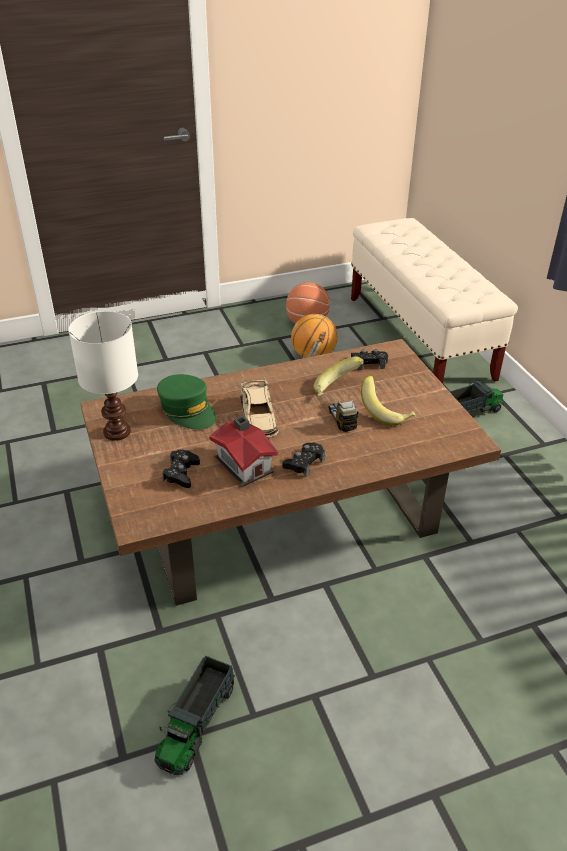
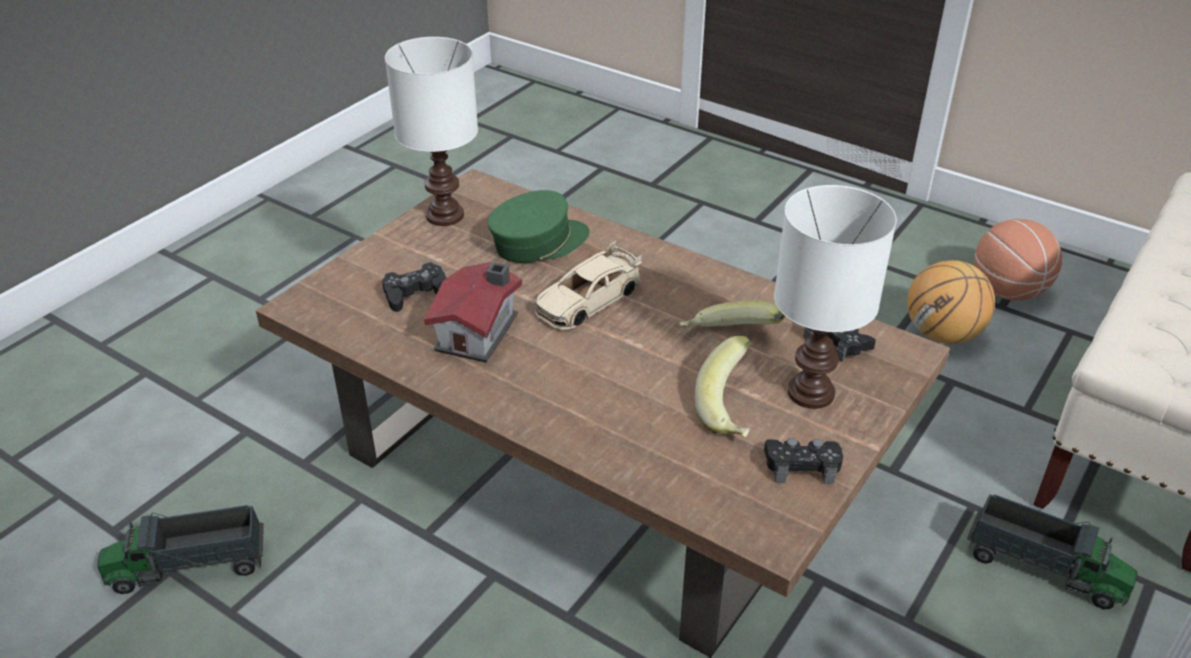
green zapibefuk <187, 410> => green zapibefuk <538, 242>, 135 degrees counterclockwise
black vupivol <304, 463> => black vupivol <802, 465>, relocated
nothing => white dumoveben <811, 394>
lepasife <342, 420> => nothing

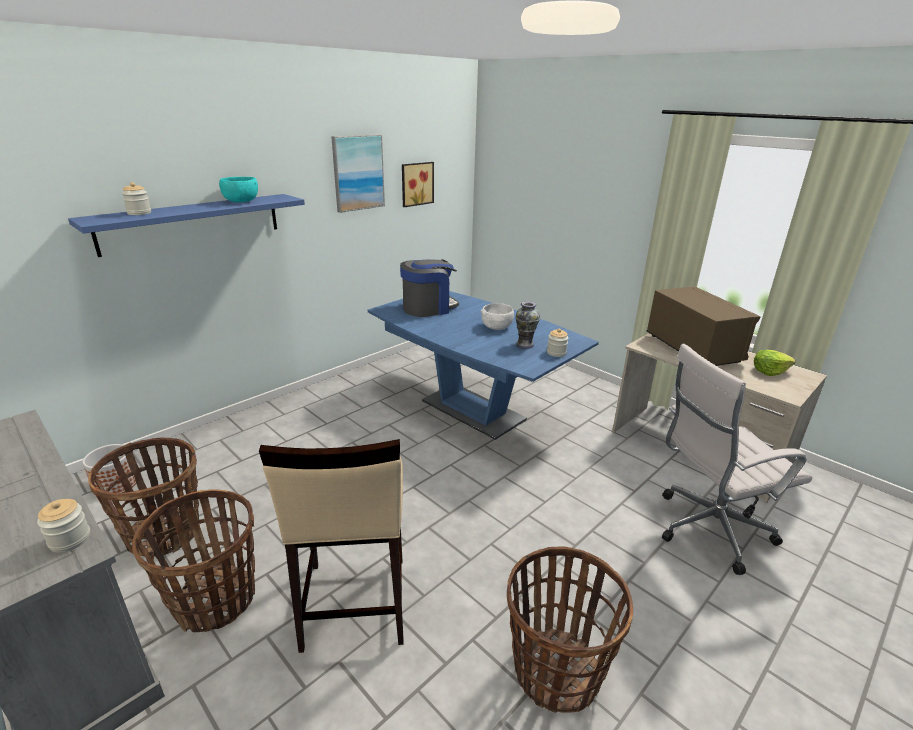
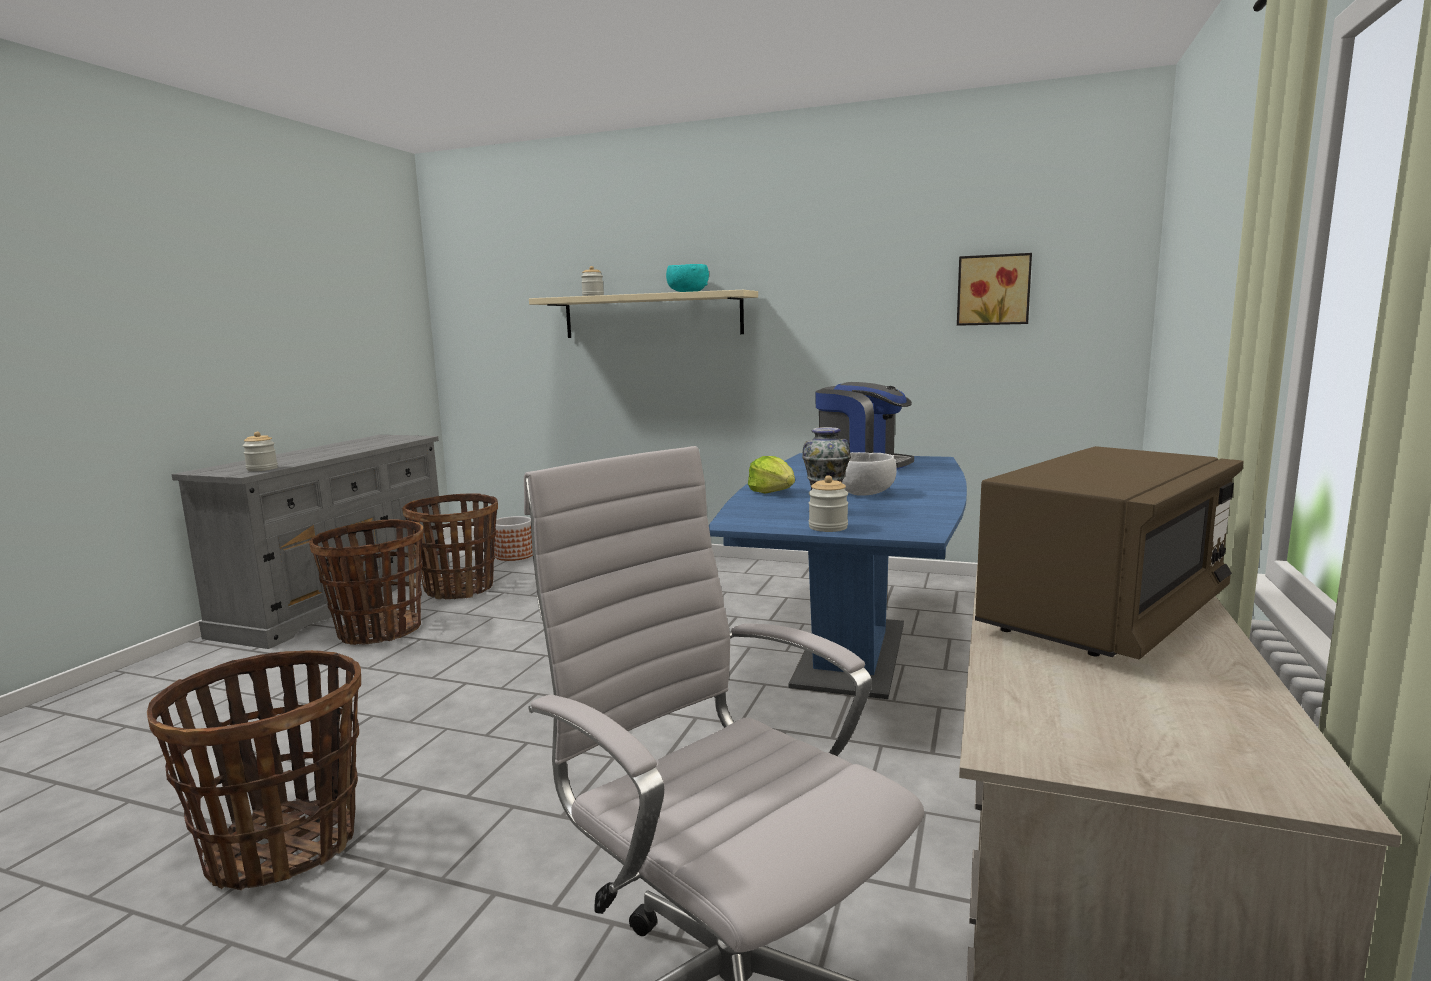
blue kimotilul <192, 223> => beige kimotilul <651, 315>
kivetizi <769, 371> => kivetizi <772, 492>, relocated
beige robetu <354, 603> => nothing
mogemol <358, 173> => nothing

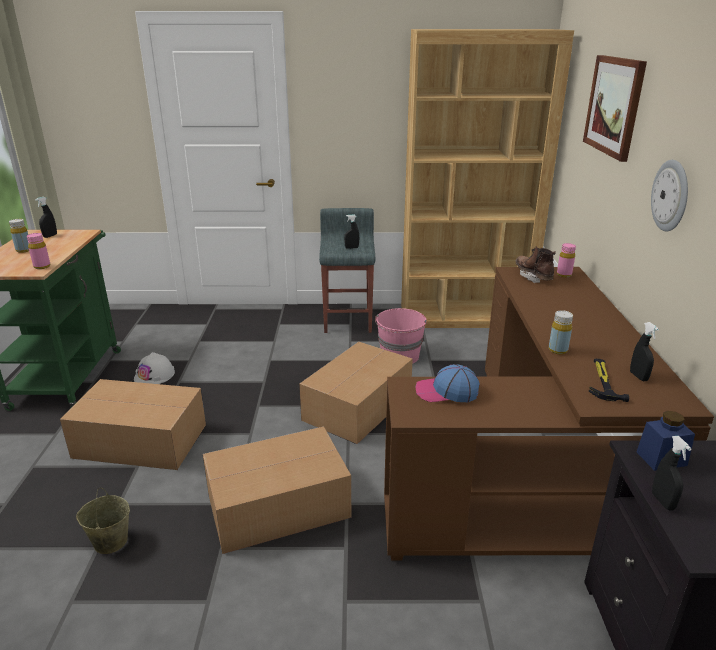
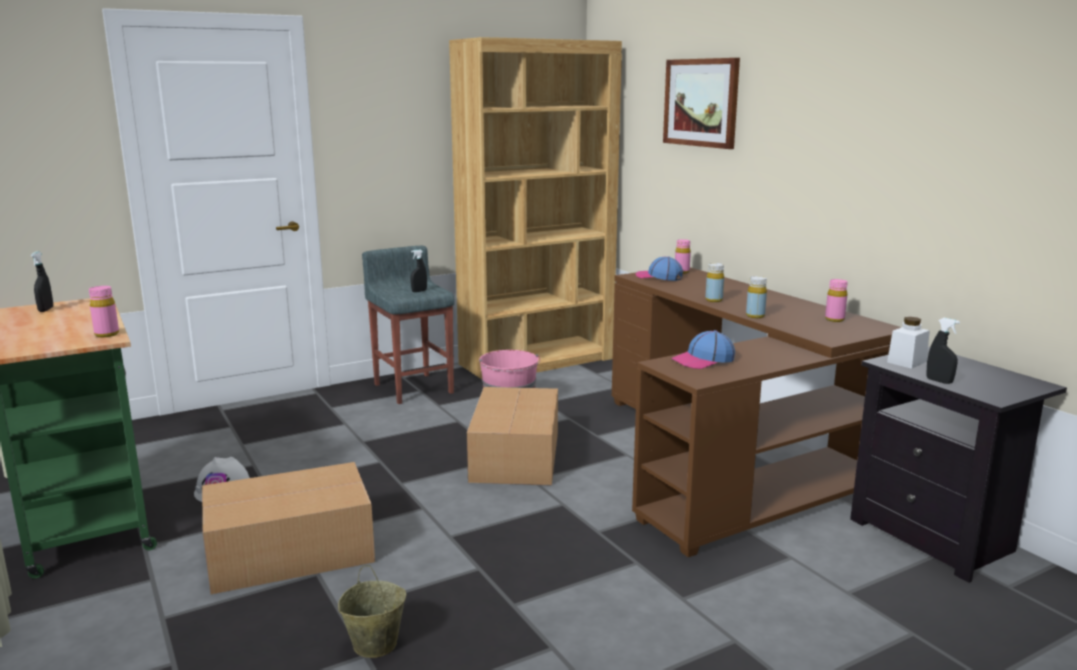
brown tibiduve <533, 277> => zapibefuk <658, 277>
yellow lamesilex <24, 250> => yellow lamesilex <714, 300>, relocated
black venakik <638, 376> => pink lamesilex <834, 319>
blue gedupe <661, 458> => white gedupe <906, 362>
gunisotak <280, 506> => nothing
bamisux <603, 381> => nothing
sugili <671, 196> => nothing

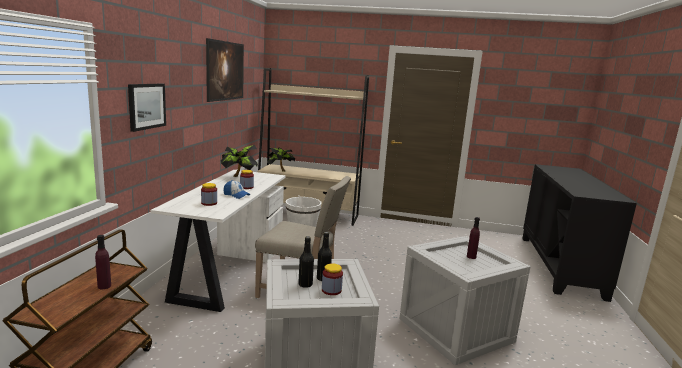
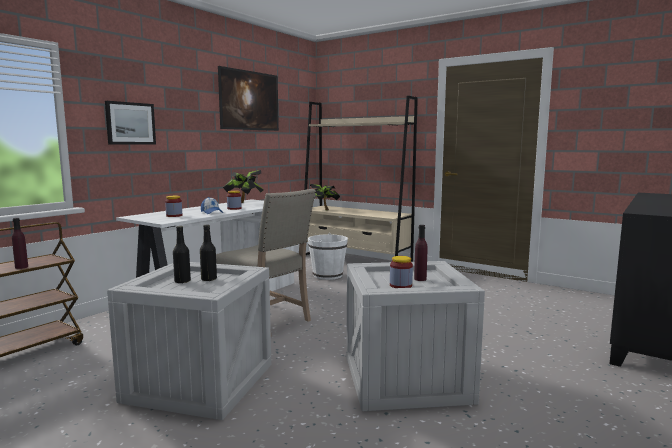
gedupe <331, 290> => gedupe <400, 285>, relocated

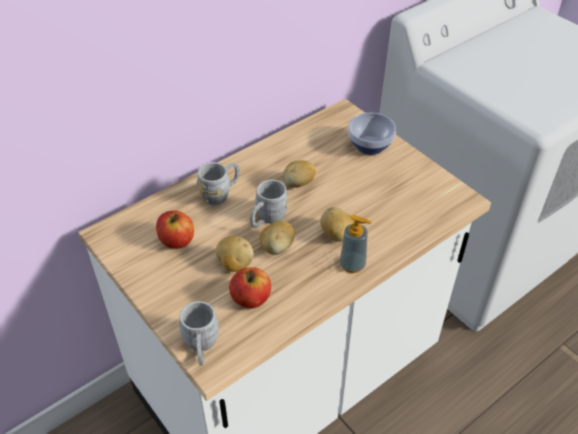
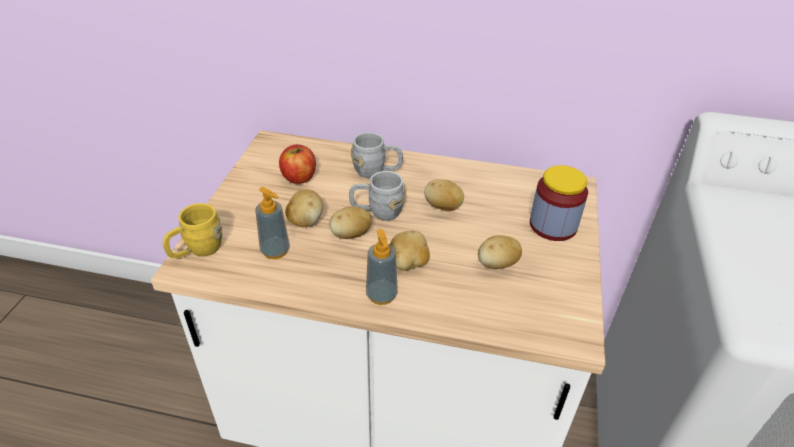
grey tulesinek <201, 347> => yellow tulesinek <197, 251>
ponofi <251, 298> => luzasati <275, 251>
nothing => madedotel <497, 265>
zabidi <368, 146> => gedupe <553, 225>

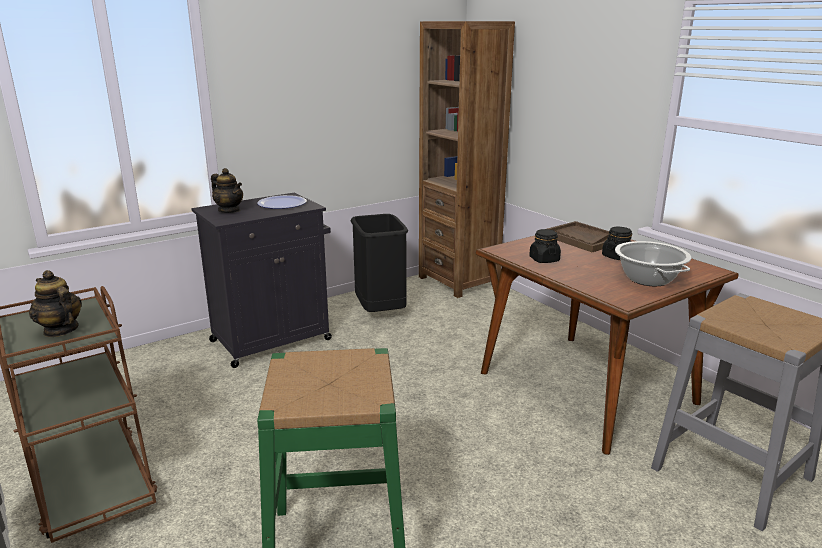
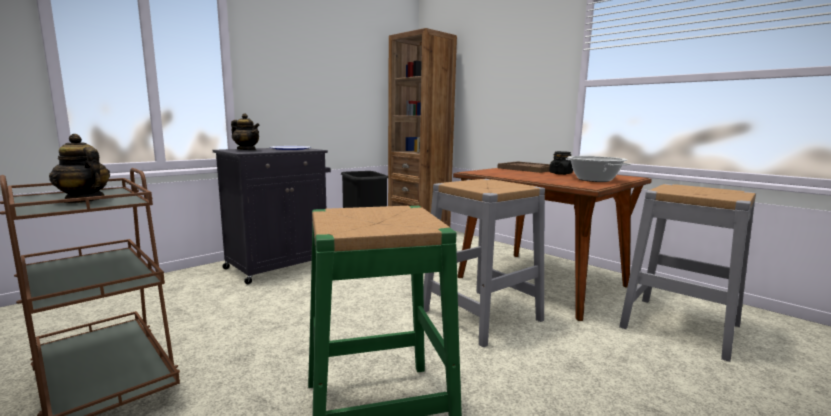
nothing => grey robetu <481, 315>
black gedupe <544, 259> => nothing

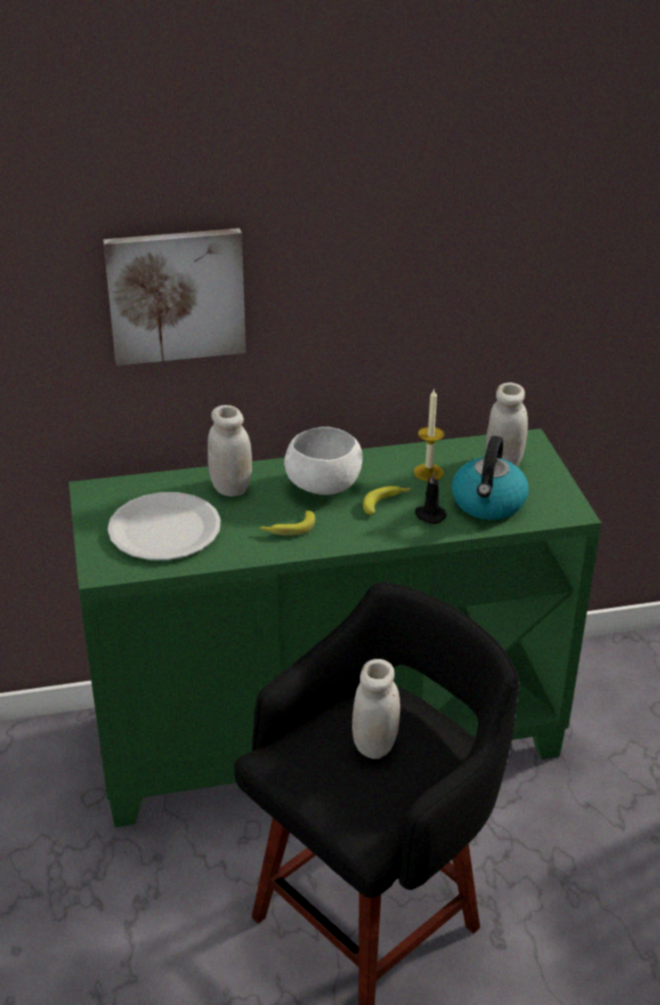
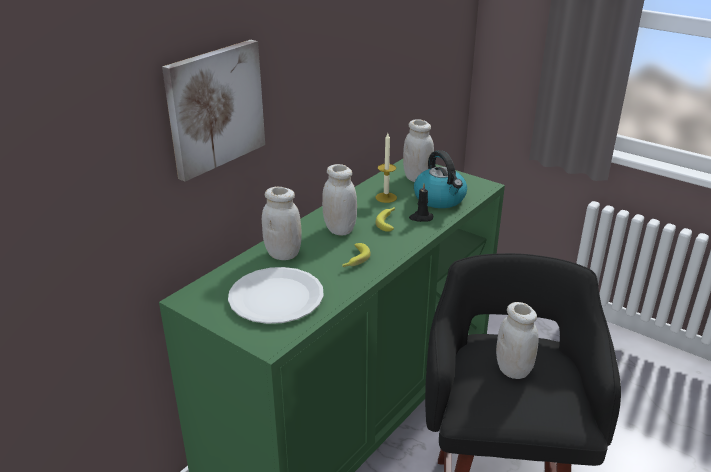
white zabidi <322, 487> => white gedupe <339, 229>

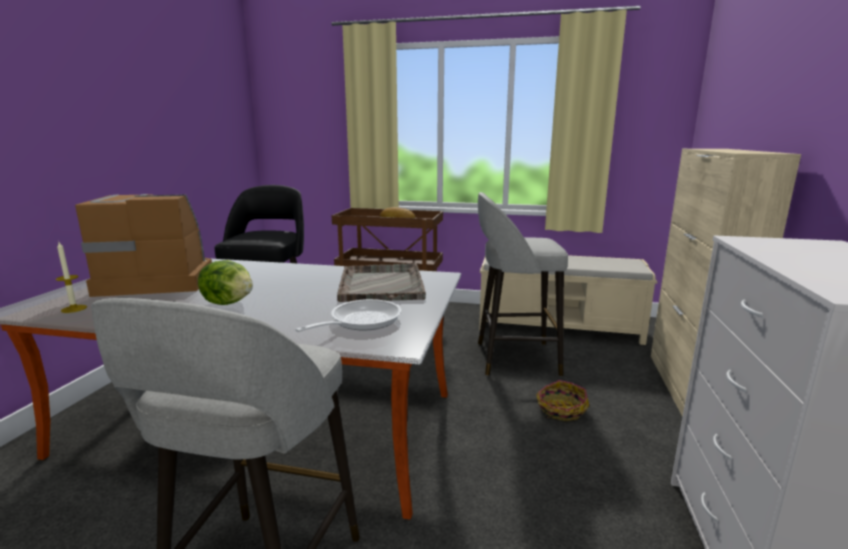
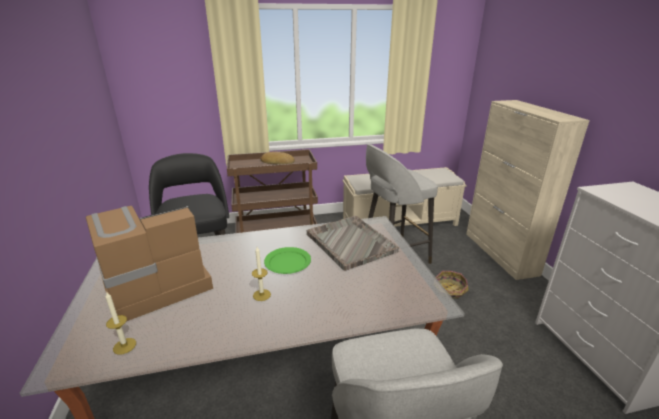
kivetizi <229, 302> => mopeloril <261, 295>
nothing => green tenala <288, 262>
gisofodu <360, 321> => nothing

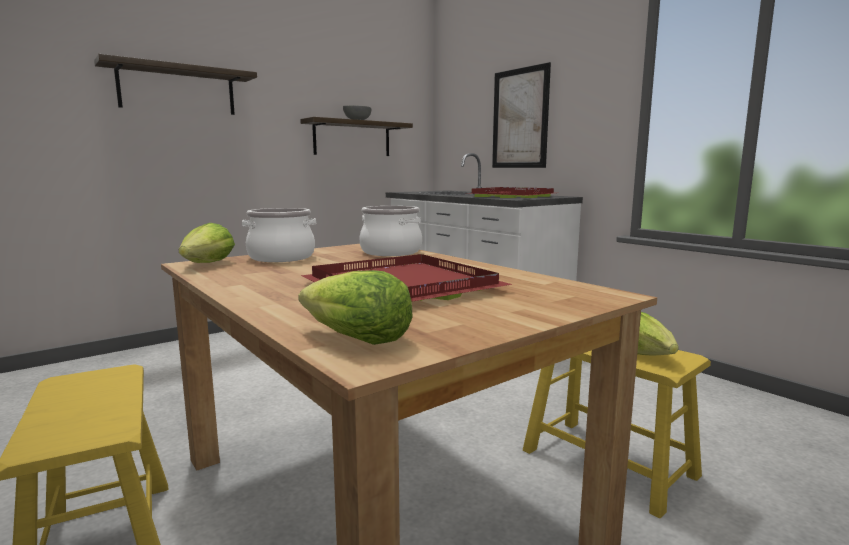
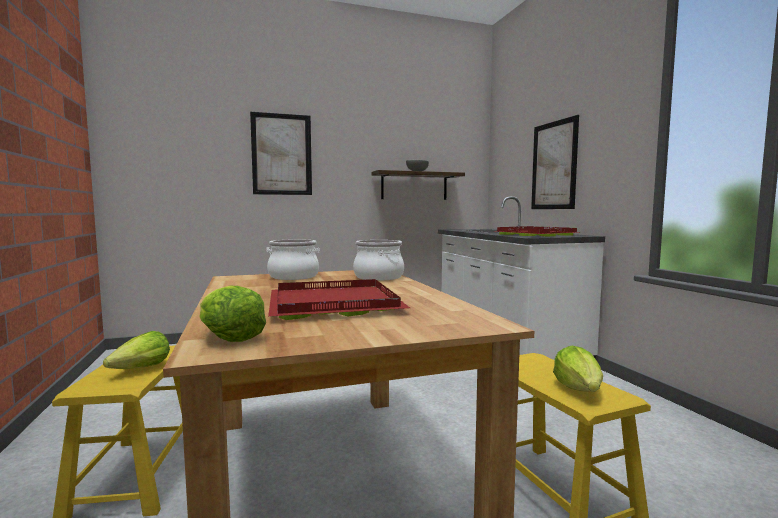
kivetizi <208, 264> => kivetizi <142, 369>, relocated
kimotilul <178, 90> => mogemol <281, 154>

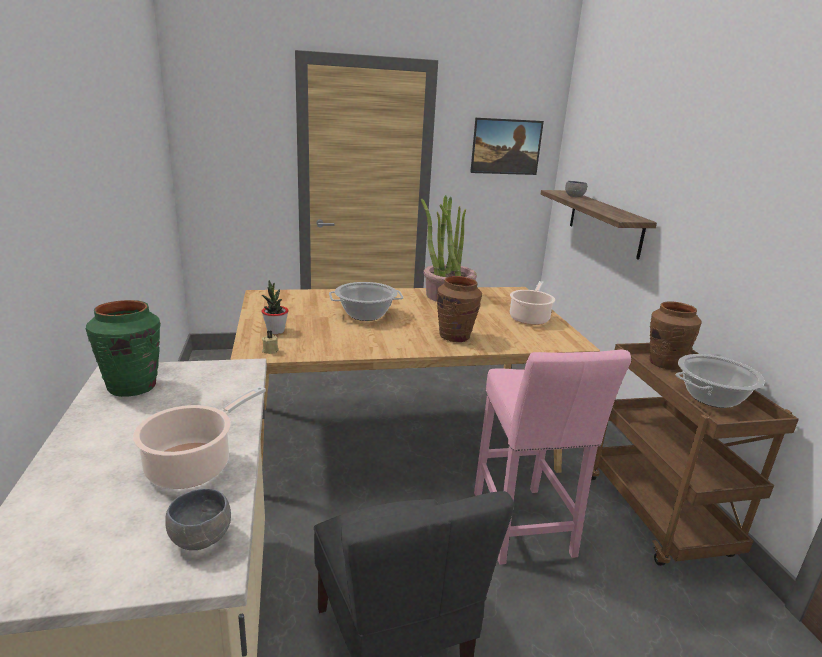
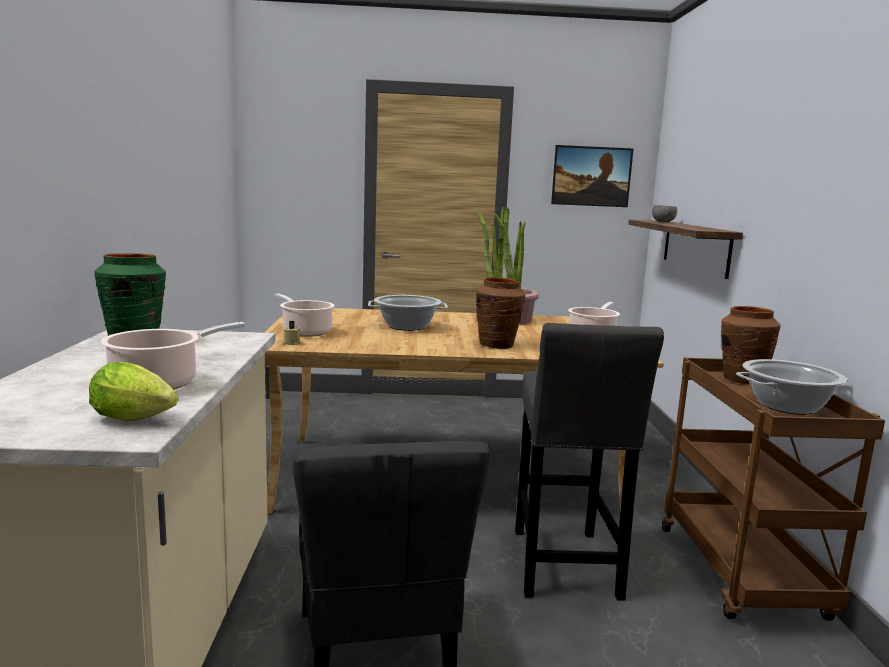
grey zabidi <200, 537> => kivetizi <138, 420>
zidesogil <275, 331> => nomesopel <305, 332>
pink robetu <522, 528> => grey robetu <564, 568>

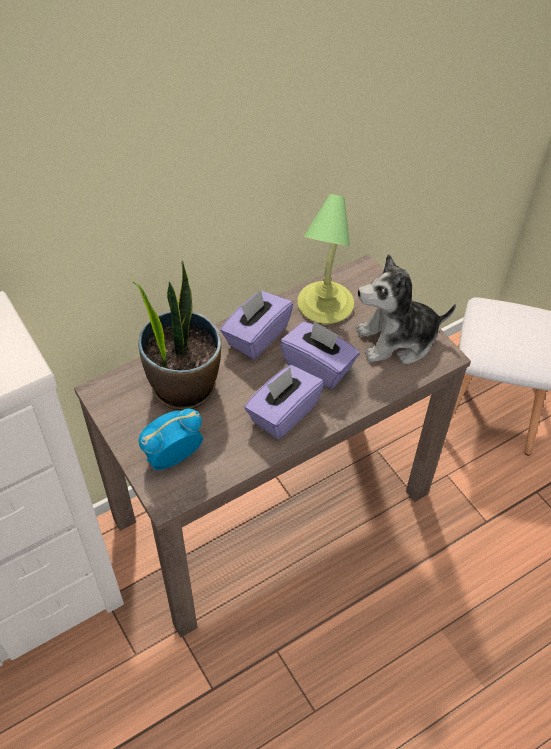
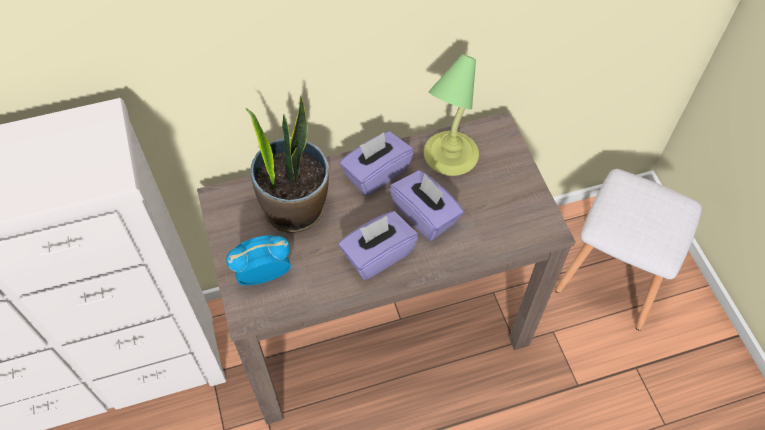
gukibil <397, 340> => nothing

